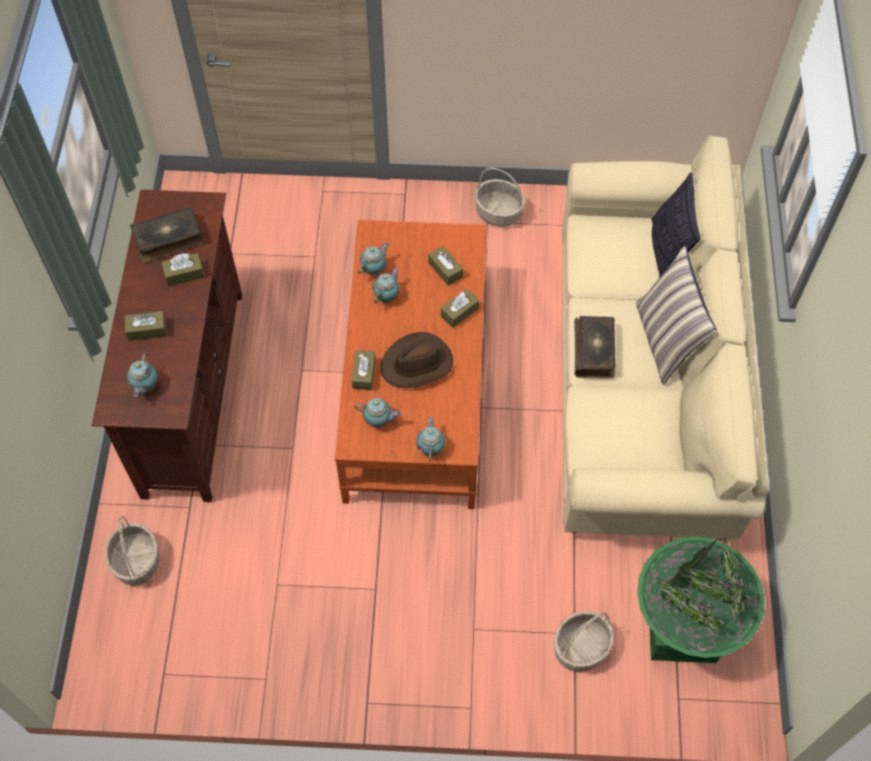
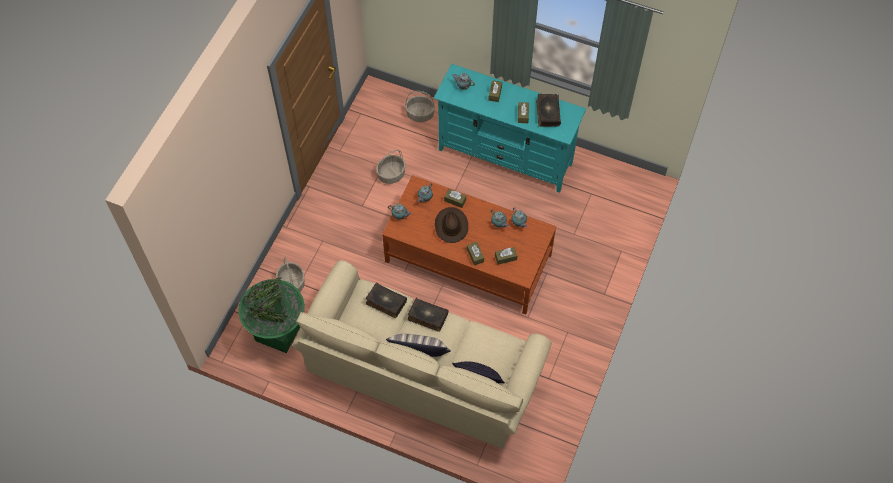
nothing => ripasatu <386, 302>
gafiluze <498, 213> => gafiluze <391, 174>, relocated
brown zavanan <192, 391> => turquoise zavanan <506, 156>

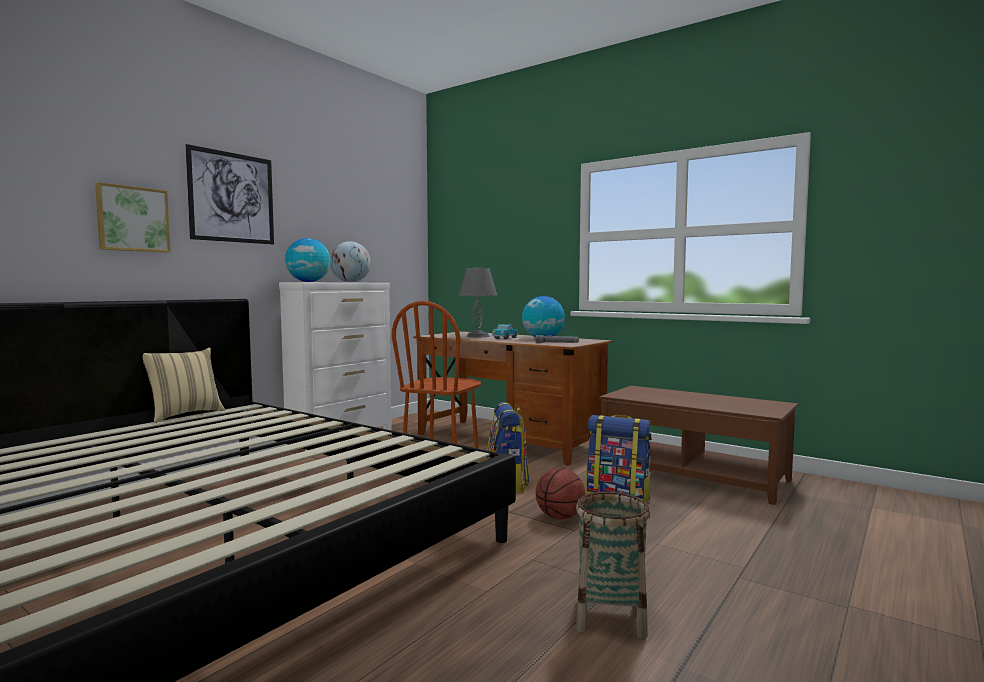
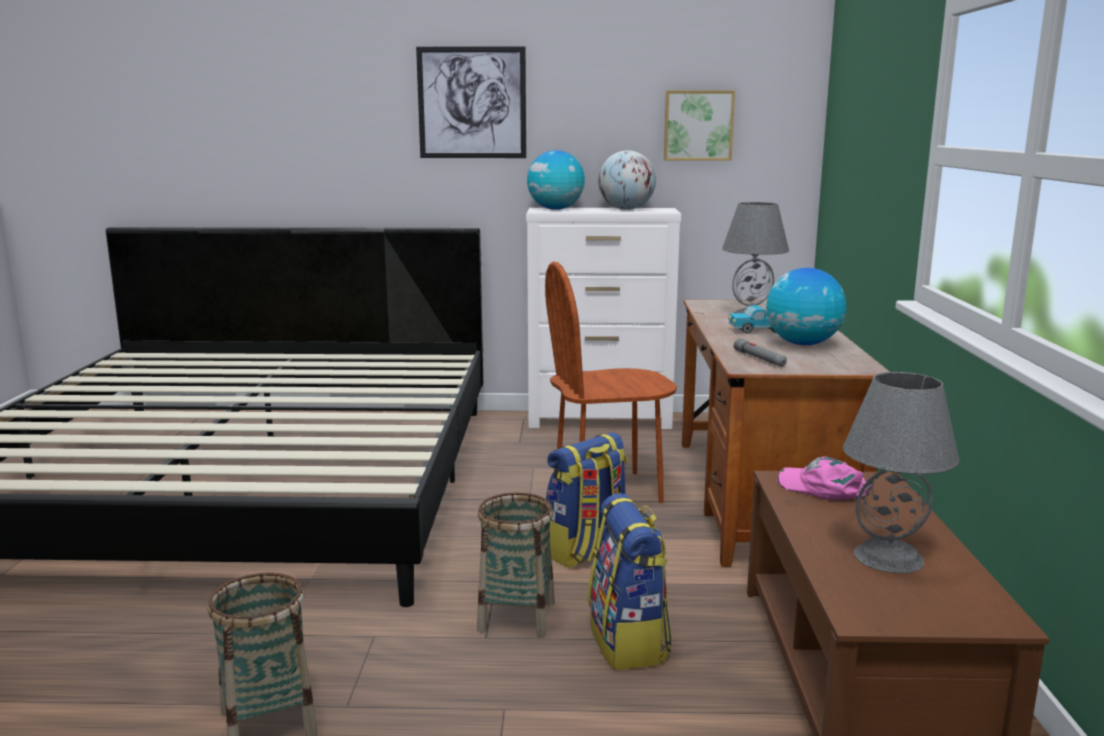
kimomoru <559, 517> => gafiluze <516, 616>
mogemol <132, 219> => mogemol <698, 125>, relocated
nothing => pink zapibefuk <823, 488>
nothing => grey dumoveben <888, 557>
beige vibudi <184, 414> => nothing

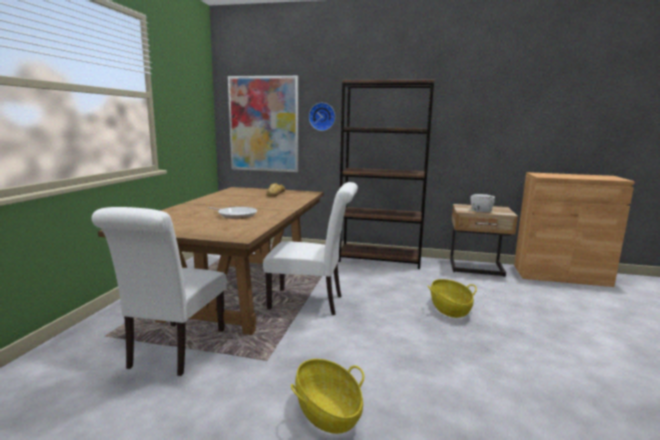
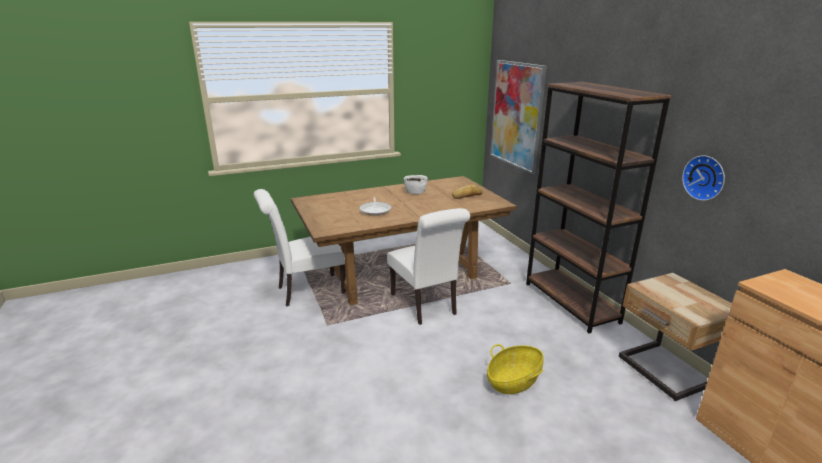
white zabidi <481, 210> => white zabidi <415, 191>, relocated
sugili <322, 116> => sugili <705, 177>, relocated
gafiluze <327, 411> => nothing

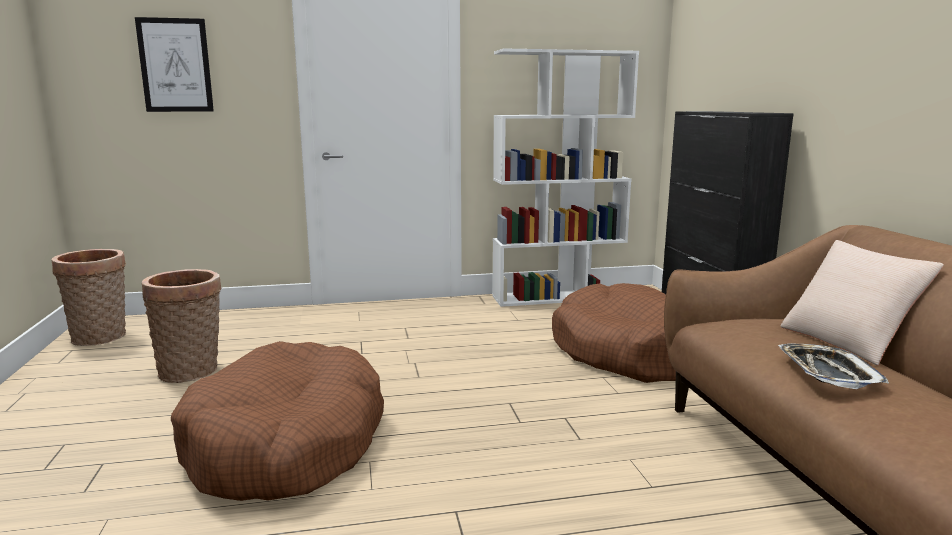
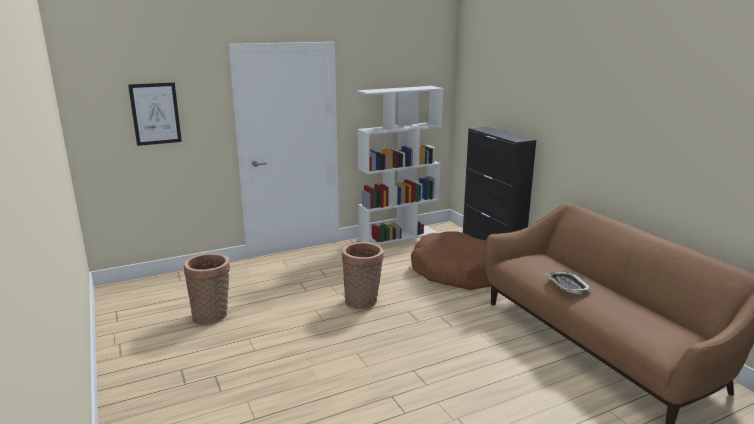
gafiluze <101, 338> => gafiluze <363, 302>, relocated
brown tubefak <286, 444> => nothing
beige vibudi <848, 341> => nothing

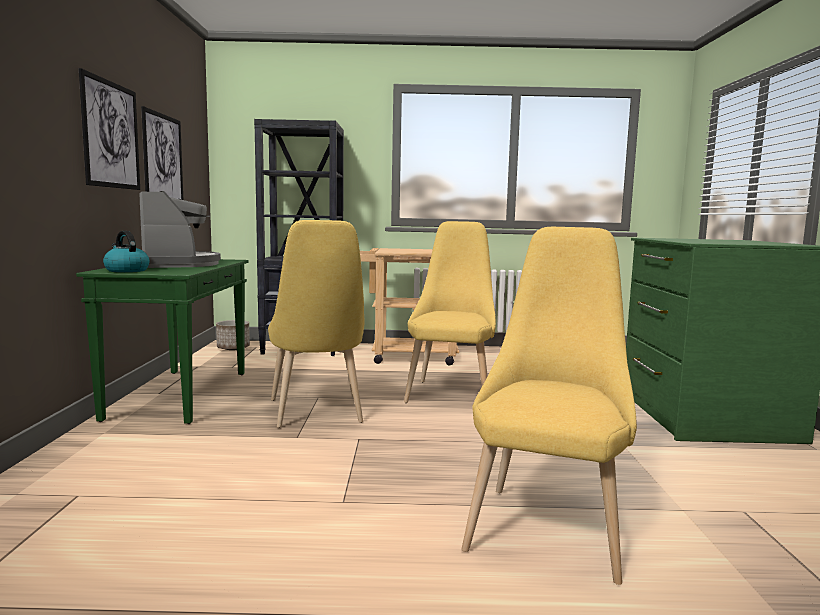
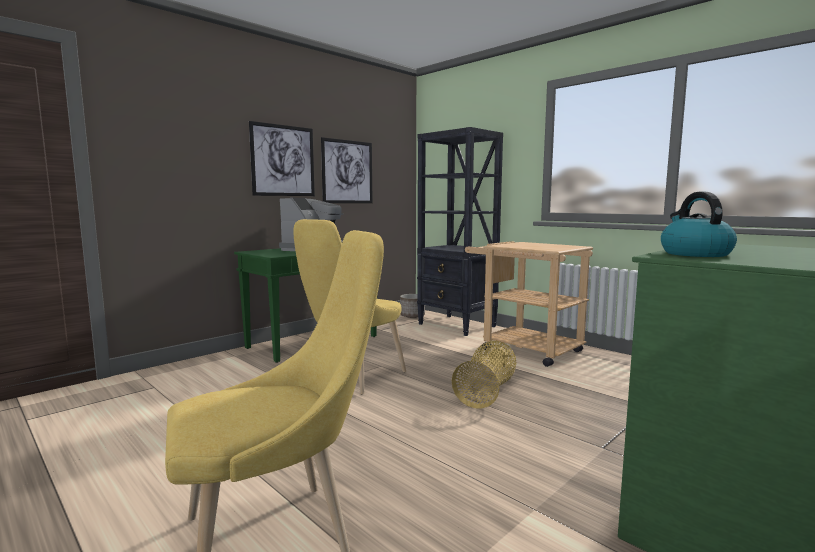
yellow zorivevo <451, 392> => gafiluze <487, 392>
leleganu <126, 270> => leleganu <694, 254>, relocated

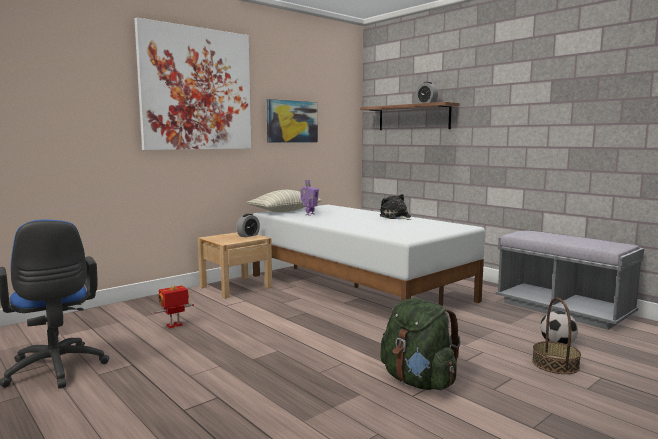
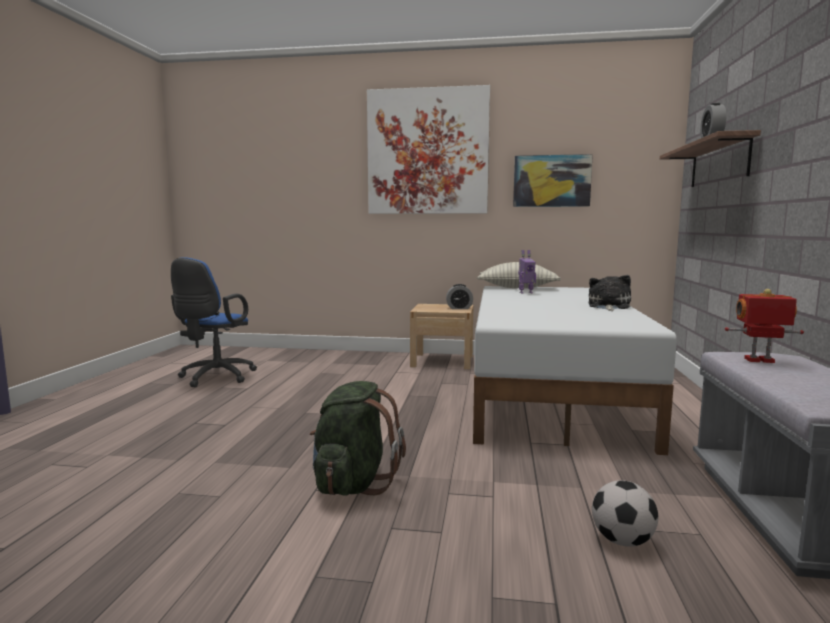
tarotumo <175, 326> => tarotumo <760, 361>, relocated
gafiluze <555, 364> => nothing

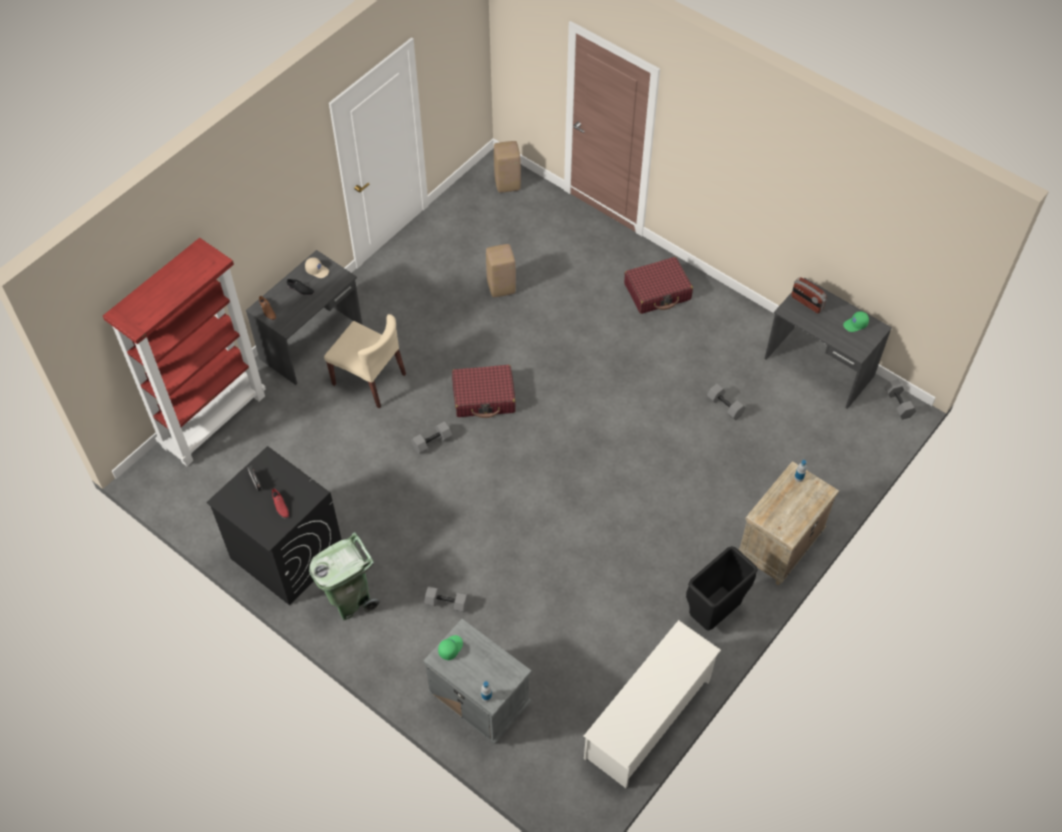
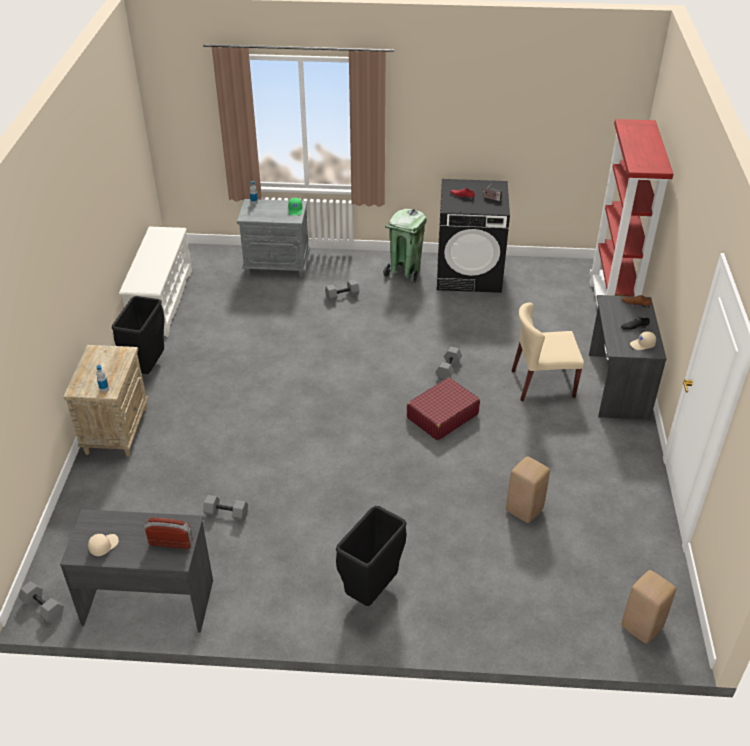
green zapibefuk <855, 325> => beige zapibefuk <103, 545>
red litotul <657, 292> => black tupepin <372, 592>

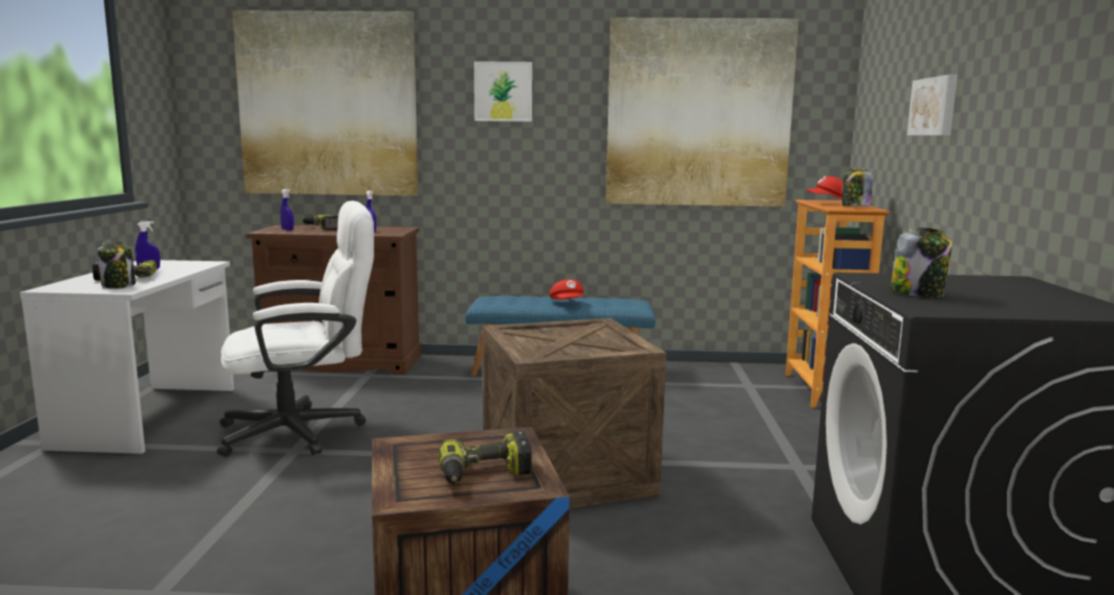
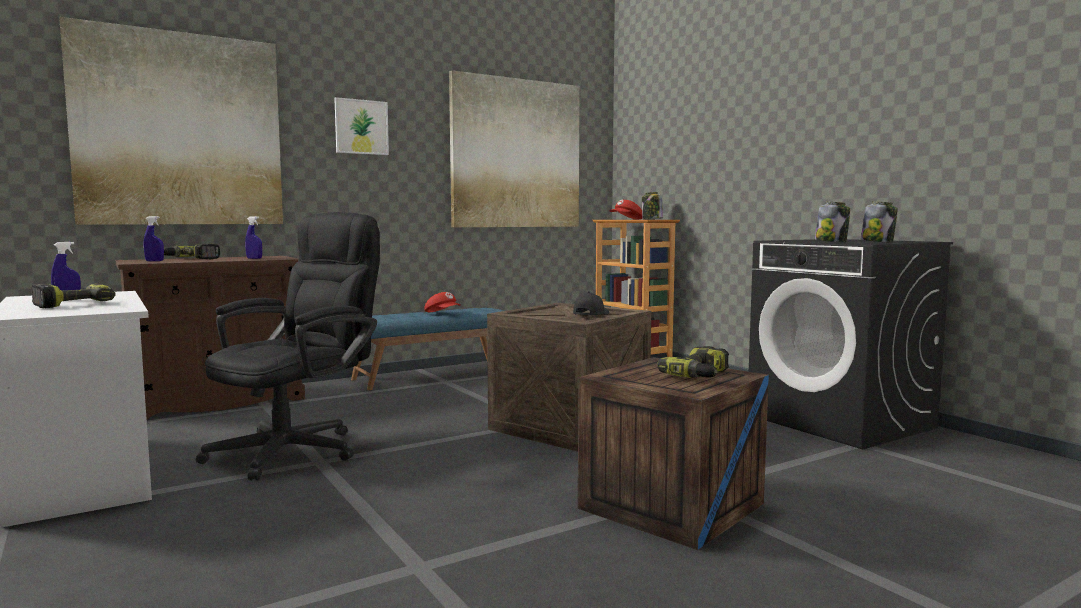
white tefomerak <305, 431> => black tefomerak <298, 449>
nothing => black zapibefuk <590, 314>
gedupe <119, 286> => gedupe <877, 242>, relocated
mogemol <935, 106> => nothing

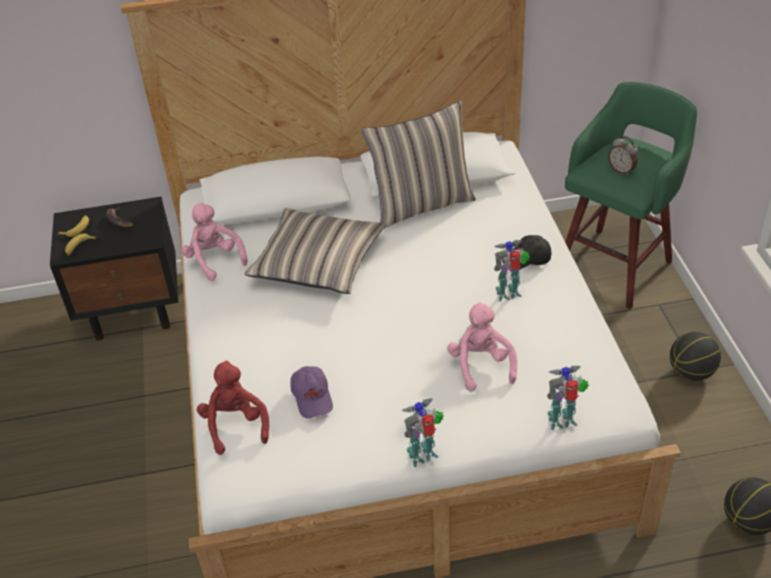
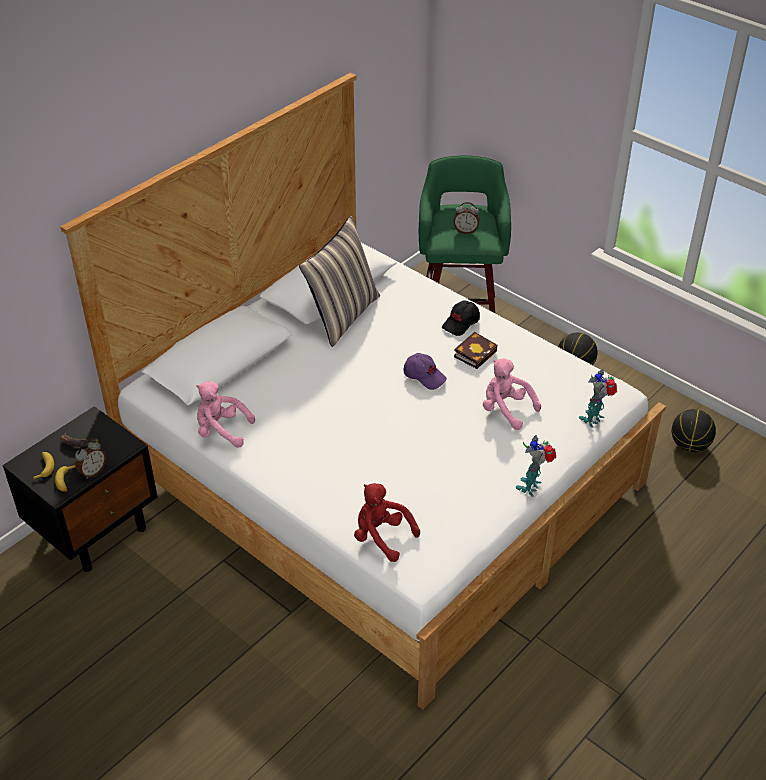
nothing => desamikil <93, 471>
purple zapibefuk <313, 397> => purple zapibefuk <424, 376>, relocated
tarotumo <509, 294> => ripasatu <475, 353>
vibudi <318, 262> => nothing

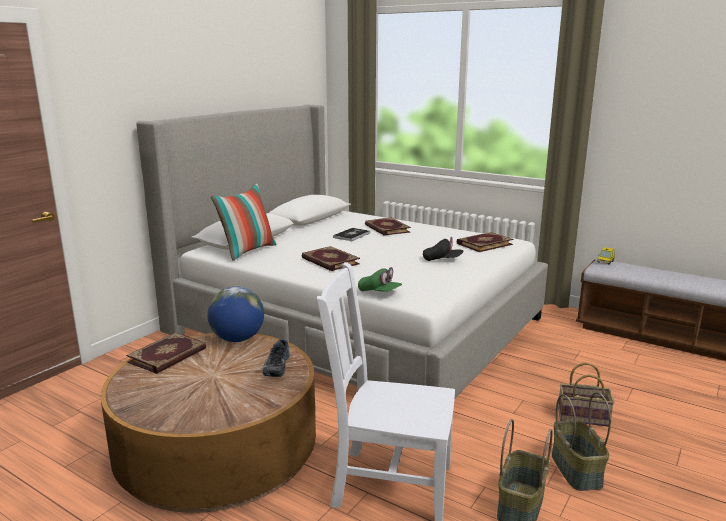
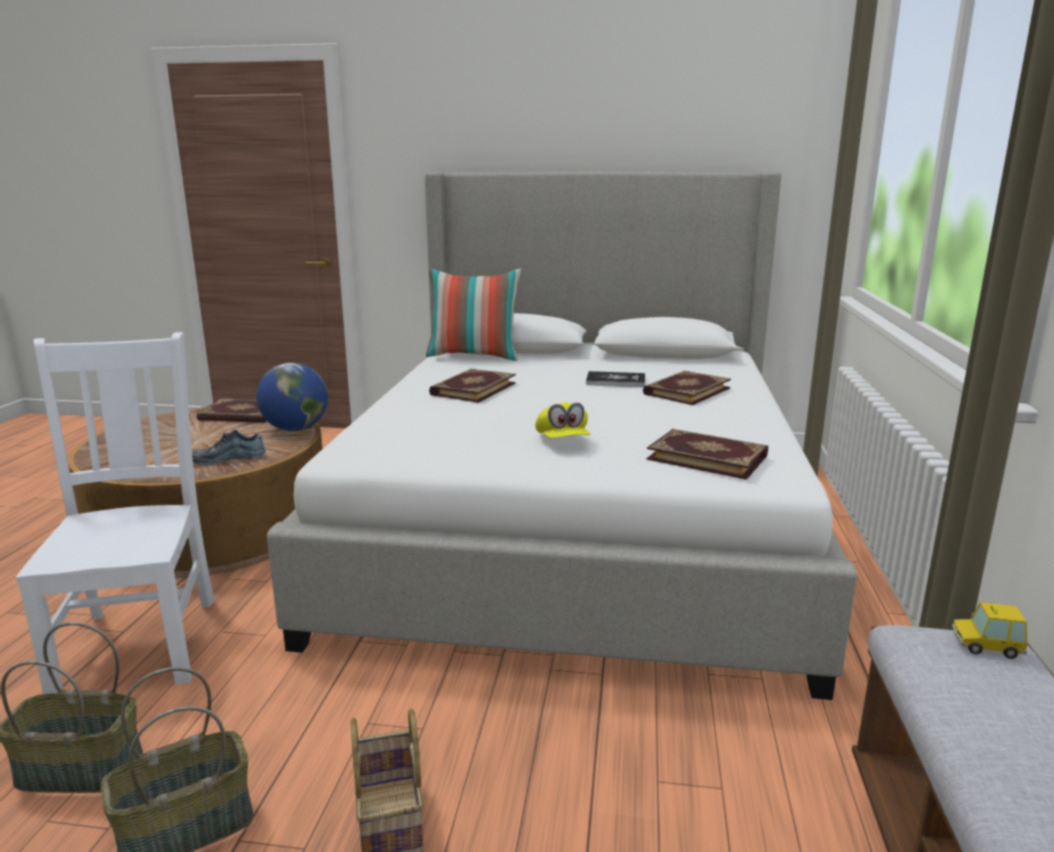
black zapibefuk <442, 260> => yellow zapibefuk <562, 441>
green zapibefuk <379, 292> => nothing

